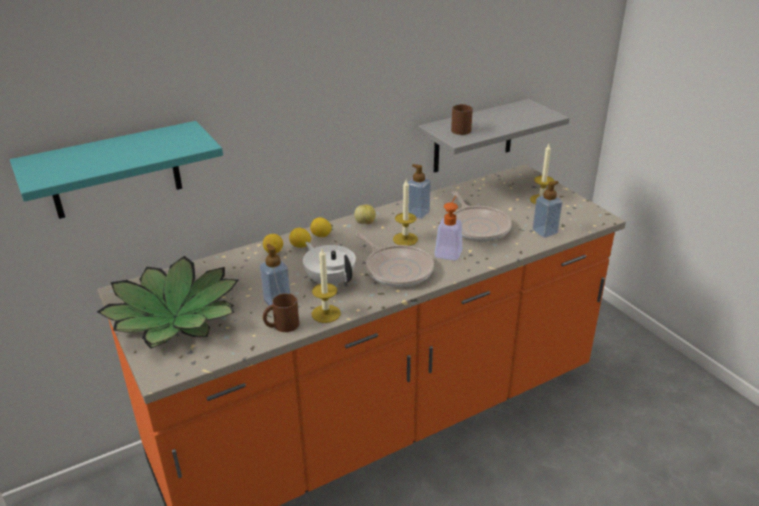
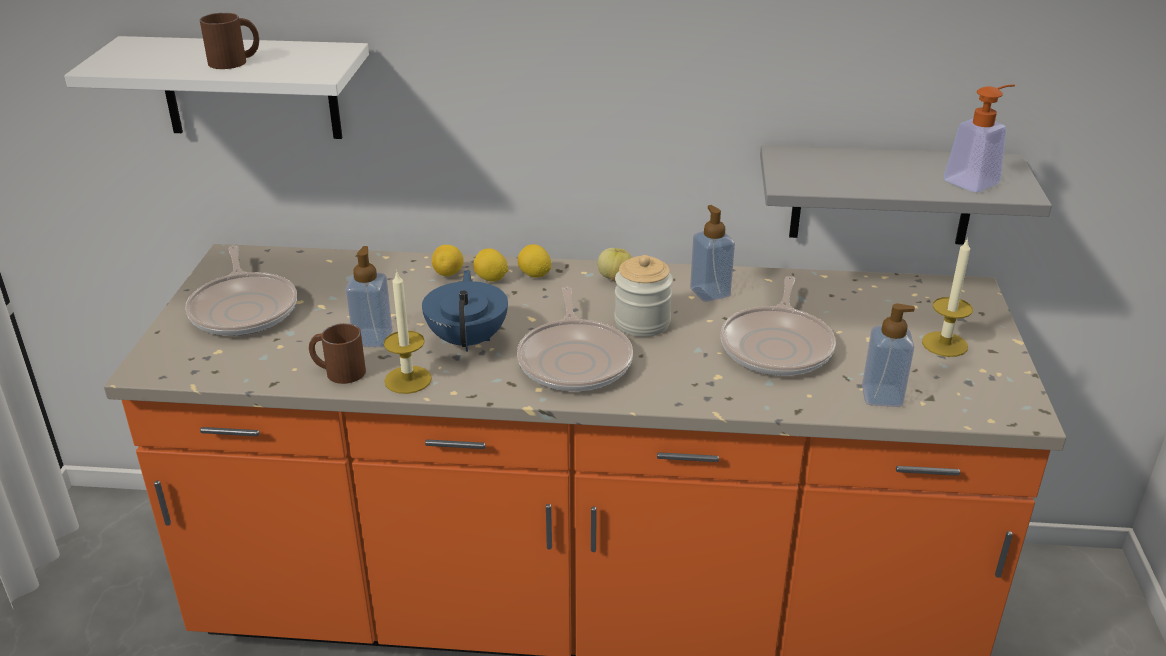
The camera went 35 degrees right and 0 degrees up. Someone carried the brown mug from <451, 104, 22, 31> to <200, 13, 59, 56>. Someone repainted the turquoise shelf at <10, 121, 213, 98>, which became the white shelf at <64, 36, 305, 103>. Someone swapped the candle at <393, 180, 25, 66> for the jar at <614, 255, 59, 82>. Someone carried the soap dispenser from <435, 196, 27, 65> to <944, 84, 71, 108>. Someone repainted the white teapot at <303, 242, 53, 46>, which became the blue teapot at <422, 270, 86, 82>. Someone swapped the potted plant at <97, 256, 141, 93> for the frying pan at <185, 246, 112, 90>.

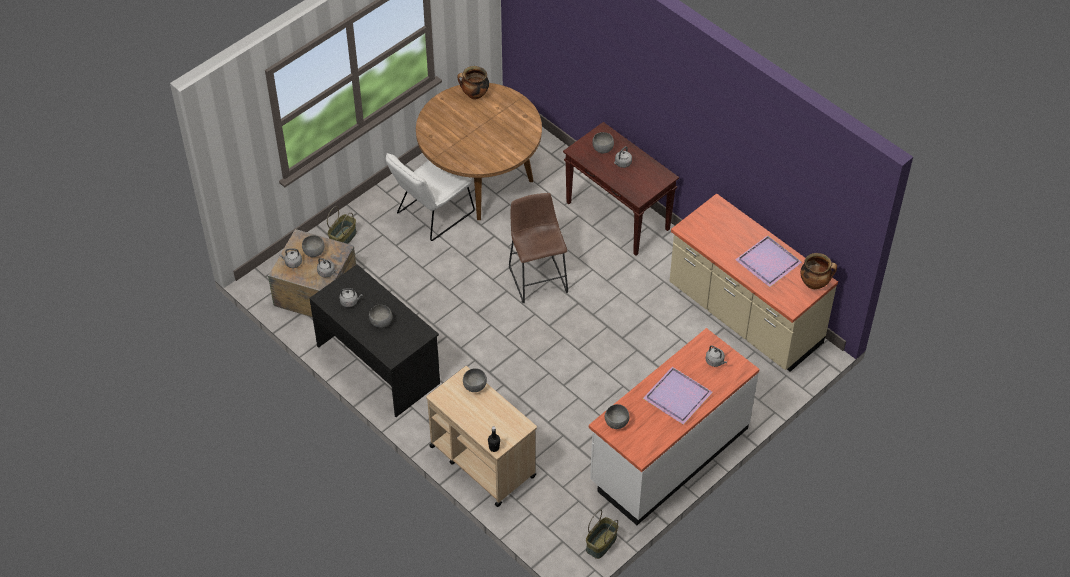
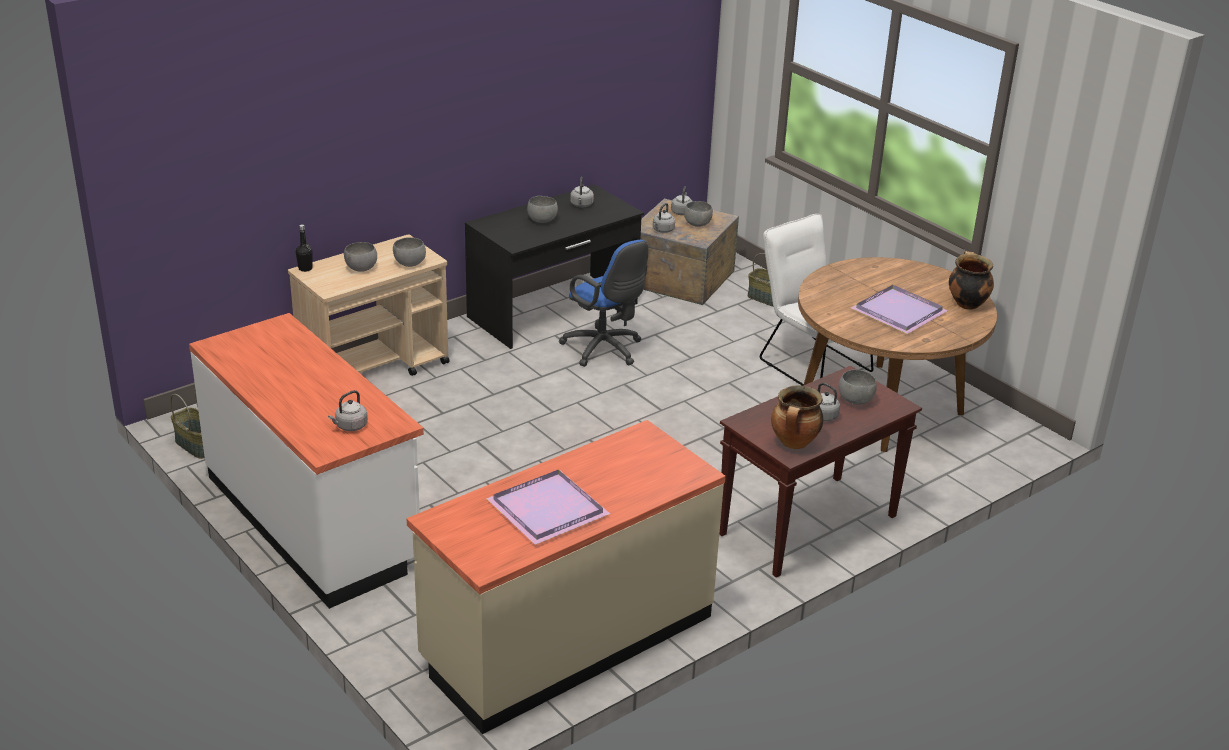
The camera went 95 degrees right and 20 degrees down. Someone took away the brown stool at <509, 193, 59, 110>. Someone carried the cooking pot from <800, 253, 37, 36> to <771, 385, 52, 64>. Someone carried the purple tray from <643, 367, 70, 58> to <851, 285, 97, 49>. Someone carried the grey bowl from <605, 404, 24, 25> to <344, 242, 33, 30>. Someone put down the blue office chair at <559, 240, 89, 127>.

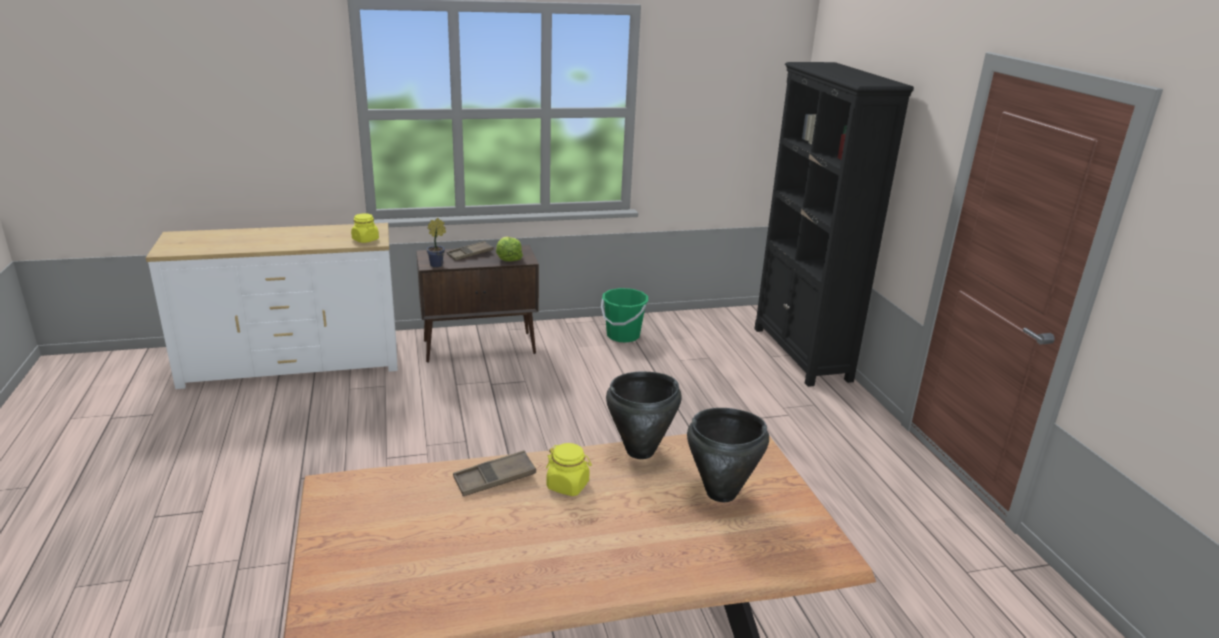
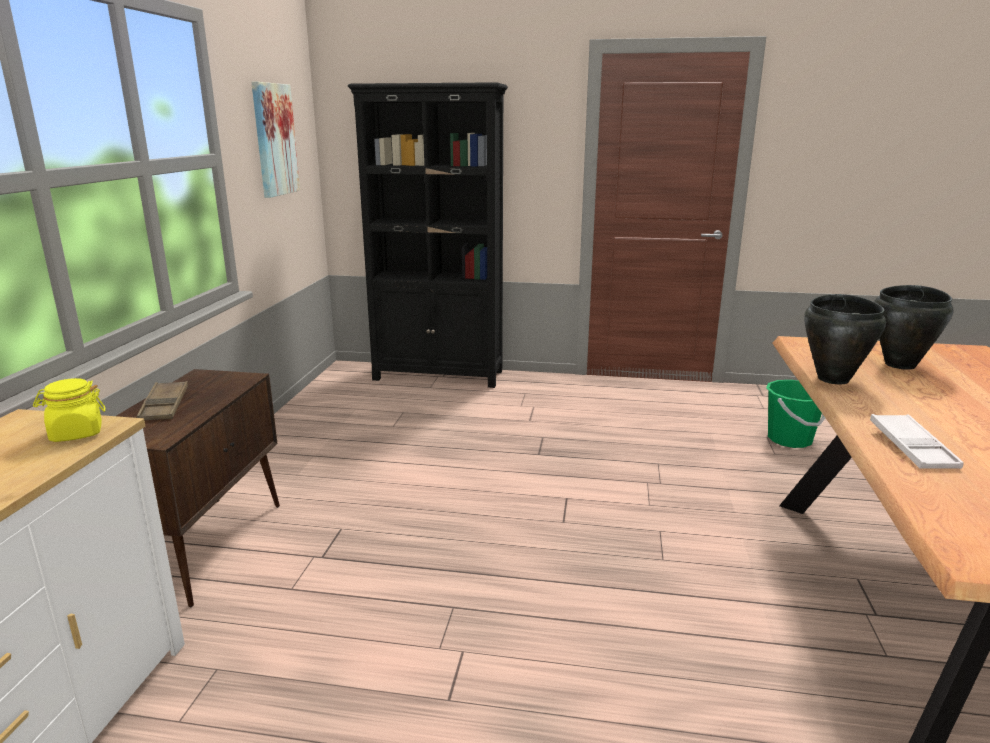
The camera went 65 degrees left and 5 degrees down. Someone took away the potted plant at <426, 218, 20, 50>. Someone took away the lettuce at <496, 236, 27, 25>. Someone carried the green bucket from <601, 288, 47, 55> to <766, 380, 60, 68>. Someone took away the yellow jar at <546, 443, 46, 53>. Someone repainted the brown tray at <453, 450, 83, 46>, which became the white tray at <870, 414, 94, 55>. Someone put up the picture at <251, 82, 49, 116>.

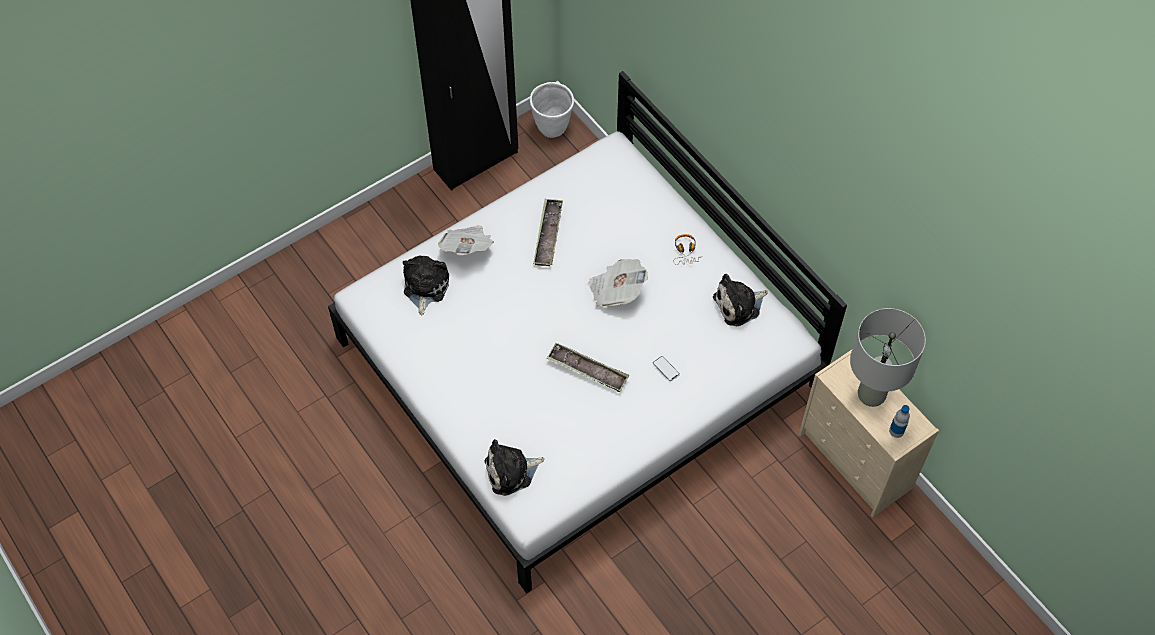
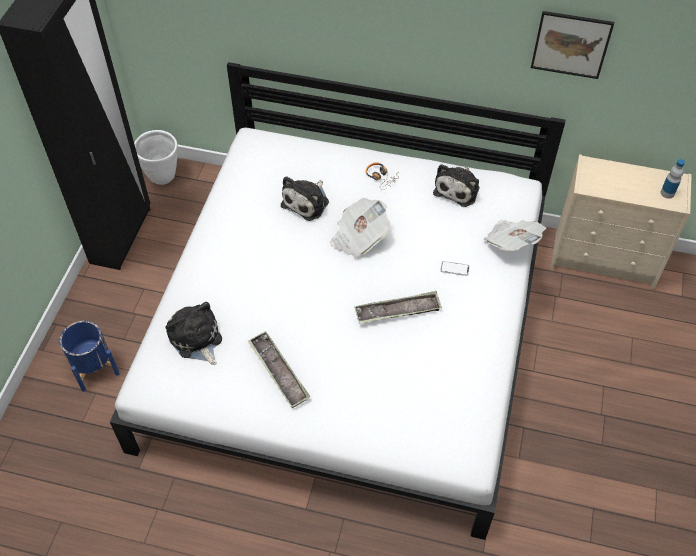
The camera went 40 degrees left and 5 degrees down. Someone carried the tray from <533, 199, 30, 67> to <248, 331, 62, 77>. Someone carried the newspaper from <438, 225, 56, 30> to <483, 220, 63, 31>. Someone took away the grey table lamp at <850, 308, 76, 99>. Someone carried the plush toy from <485, 439, 59, 57> to <281, 176, 48, 45>. Someone put up the picture at <531, 11, 83, 68>. Someone put down the blue planter at <58, 321, 62, 70>.

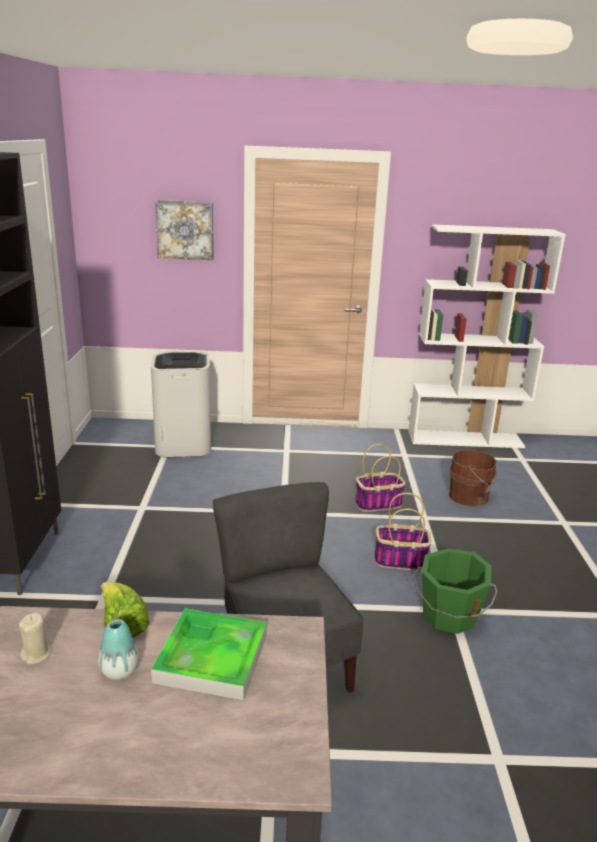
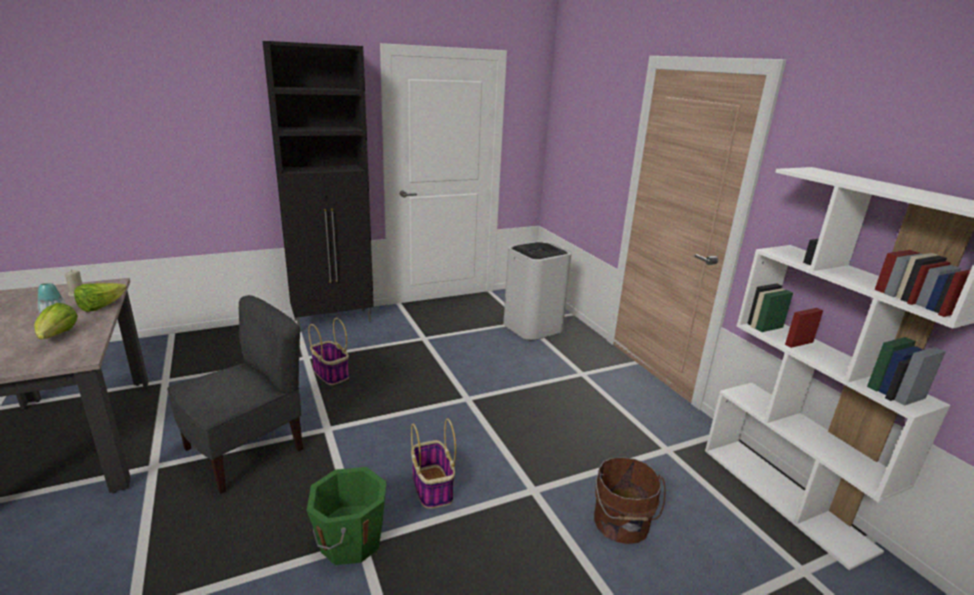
The camera went 65 degrees right and 0 degrees up. Someone took away the picture at <155, 200, 59, 60>. Someone carried the basket from <355, 444, 51, 68> to <308, 318, 41, 67>. Someone swapped the tray at <151, 608, 116, 93> for the lettuce at <34, 303, 44, 36>.

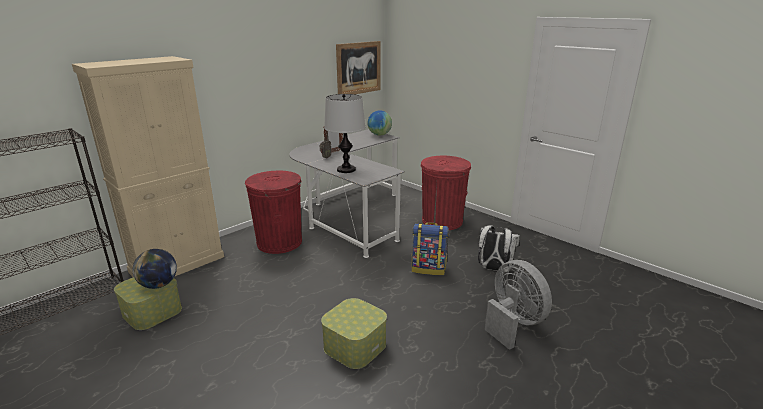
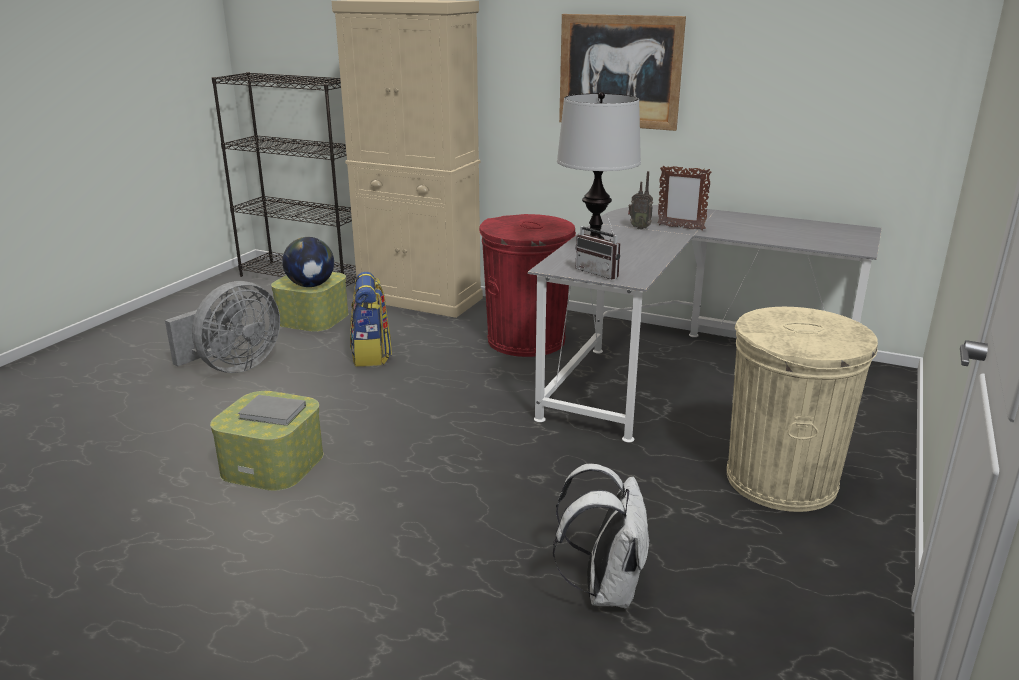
The camera went 70 degrees right and 0 degrees up. Someone carried the picture from <336, 41, 45, 53> to <559, 14, 127, 117>. Someone took away the globe at <367, 110, 25, 26>. Someone repainted the red trash can at <421, 156, 50, 74>, which became the beige trash can at <727, 307, 151, 205>. Someone carried the backpack from <412, 222, 37, 53> to <350, 272, 42, 95>. Someone carried the grey fan from <485, 260, 67, 90> to <165, 281, 115, 92>. Someone put down the radio at <576, 214, 45, 65>. Someone put down the grey book at <238, 395, 68, 31>.

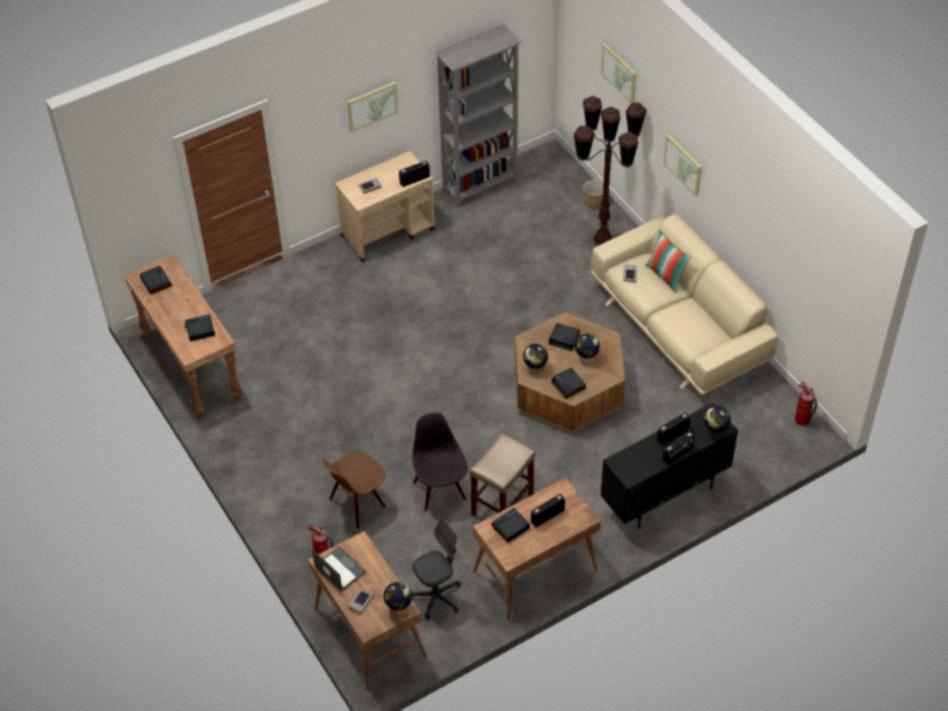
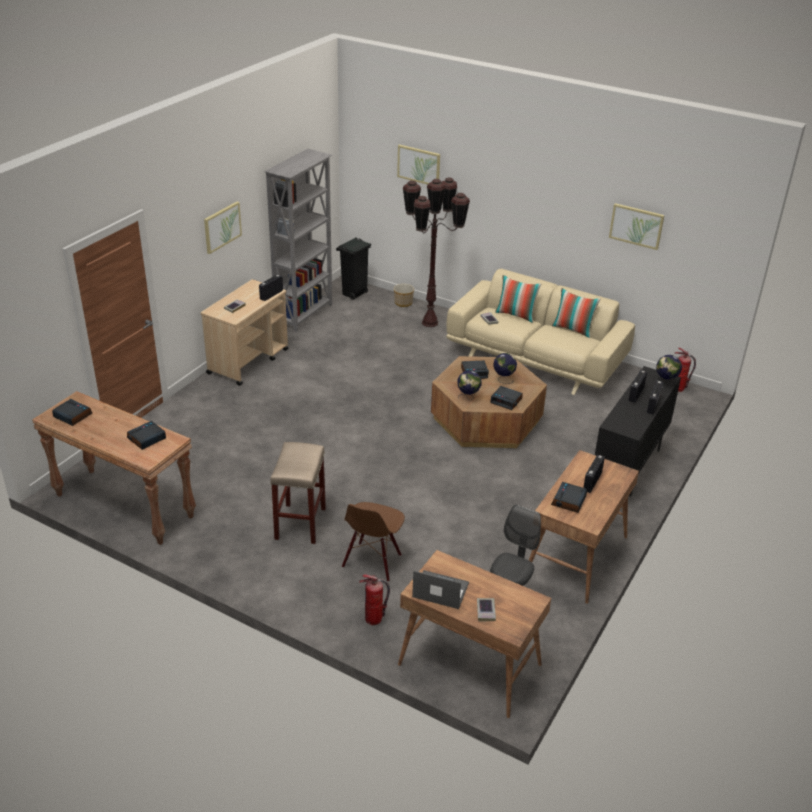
The camera went 30 degrees left and 15 degrees down. Someone carried the picture from <664, 134, 38, 62> to <609, 203, 56, 47>. Someone took away the black chair at <412, 413, 56, 98>. Someone carried the beige stool from <470, 433, 65, 84> to <270, 442, 56, 102>. Someone took away the globe at <383, 581, 29, 36>. Someone put down the black trash can at <336, 238, 35, 62>. Someone put down the pillow at <552, 288, 48, 50>.

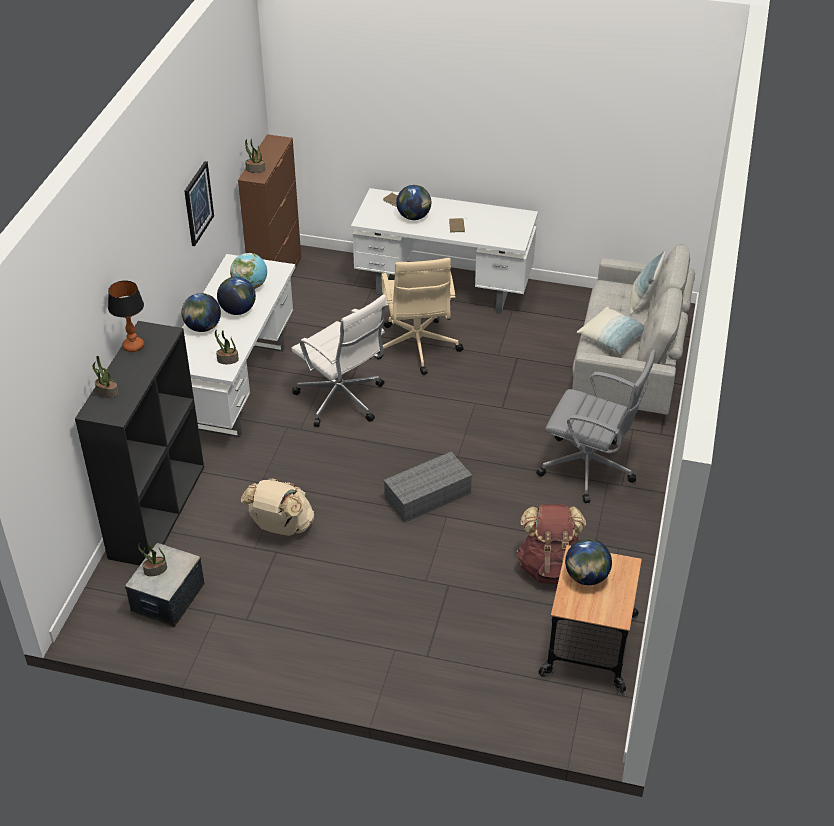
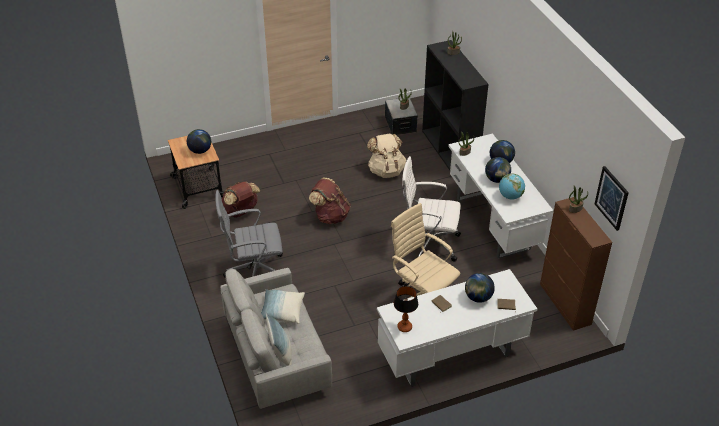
The camera went 145 degrees right and 0 degrees up. Someone carried the picture from <184, 161, 30, 85> to <595, 166, 34, 65>. Someone carried the table lamp from <108, 280, 36, 72> to <394, 286, 24, 46>. Someone swapped the grey storage box at <383, 452, 89, 71> for the brown backpack at <309, 178, 42, 46>.

